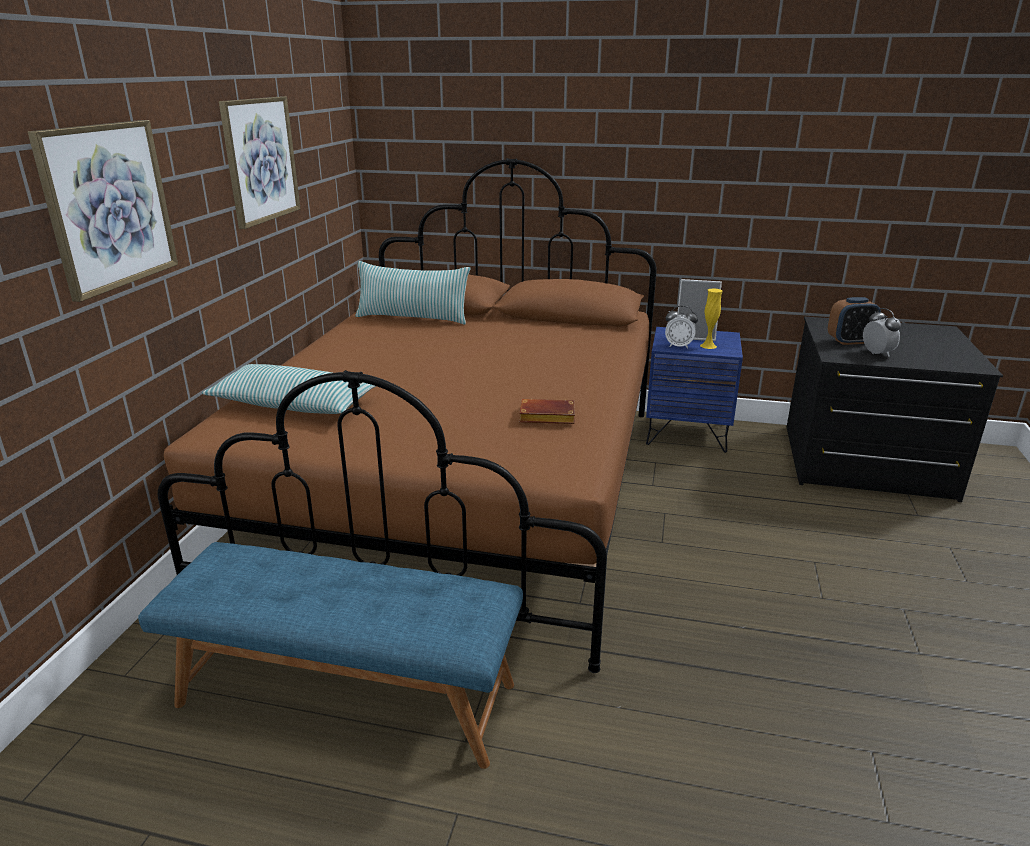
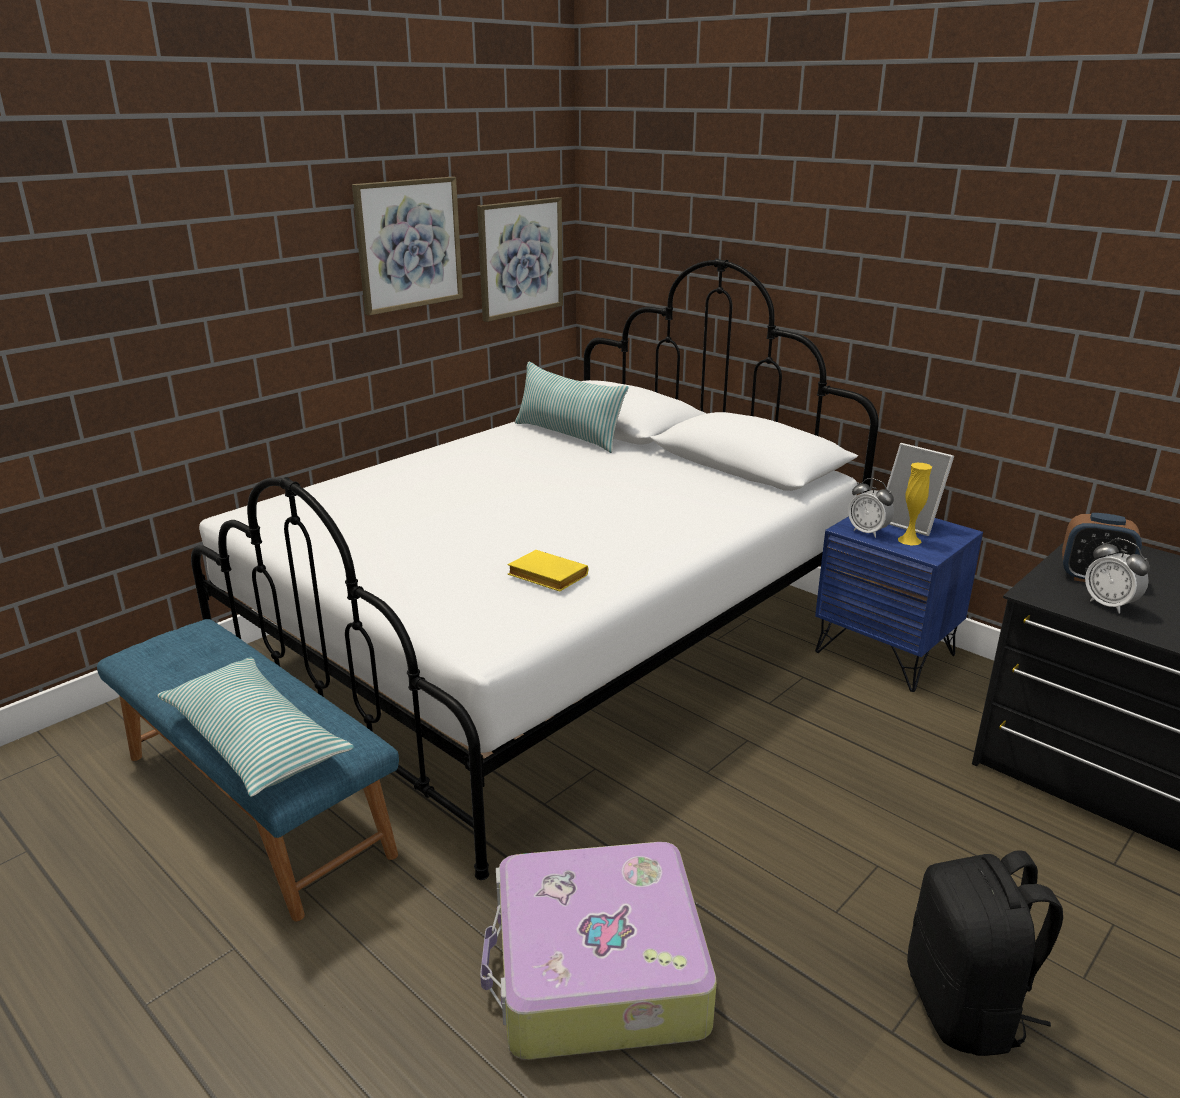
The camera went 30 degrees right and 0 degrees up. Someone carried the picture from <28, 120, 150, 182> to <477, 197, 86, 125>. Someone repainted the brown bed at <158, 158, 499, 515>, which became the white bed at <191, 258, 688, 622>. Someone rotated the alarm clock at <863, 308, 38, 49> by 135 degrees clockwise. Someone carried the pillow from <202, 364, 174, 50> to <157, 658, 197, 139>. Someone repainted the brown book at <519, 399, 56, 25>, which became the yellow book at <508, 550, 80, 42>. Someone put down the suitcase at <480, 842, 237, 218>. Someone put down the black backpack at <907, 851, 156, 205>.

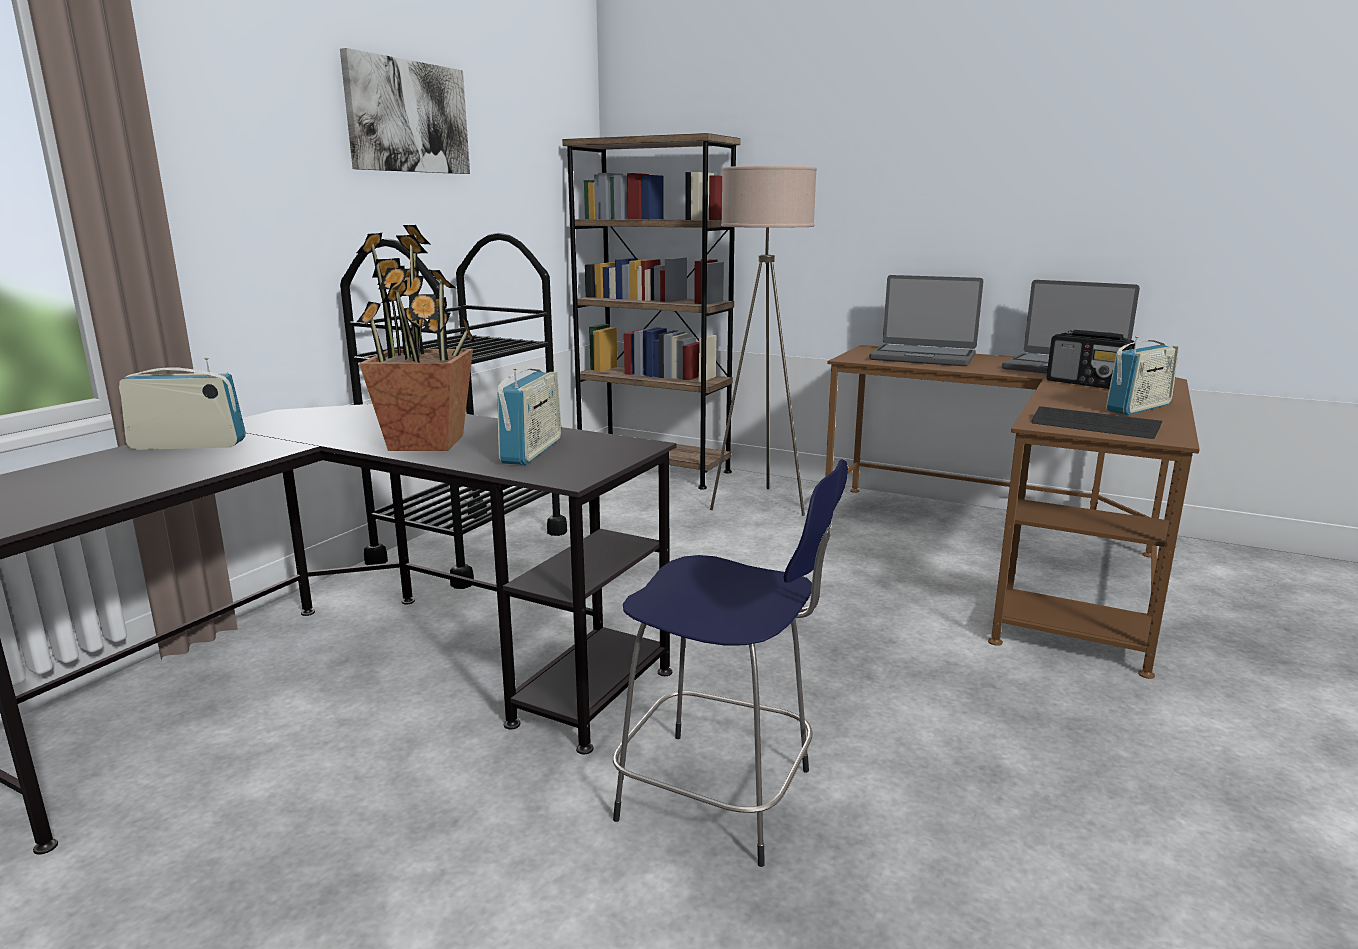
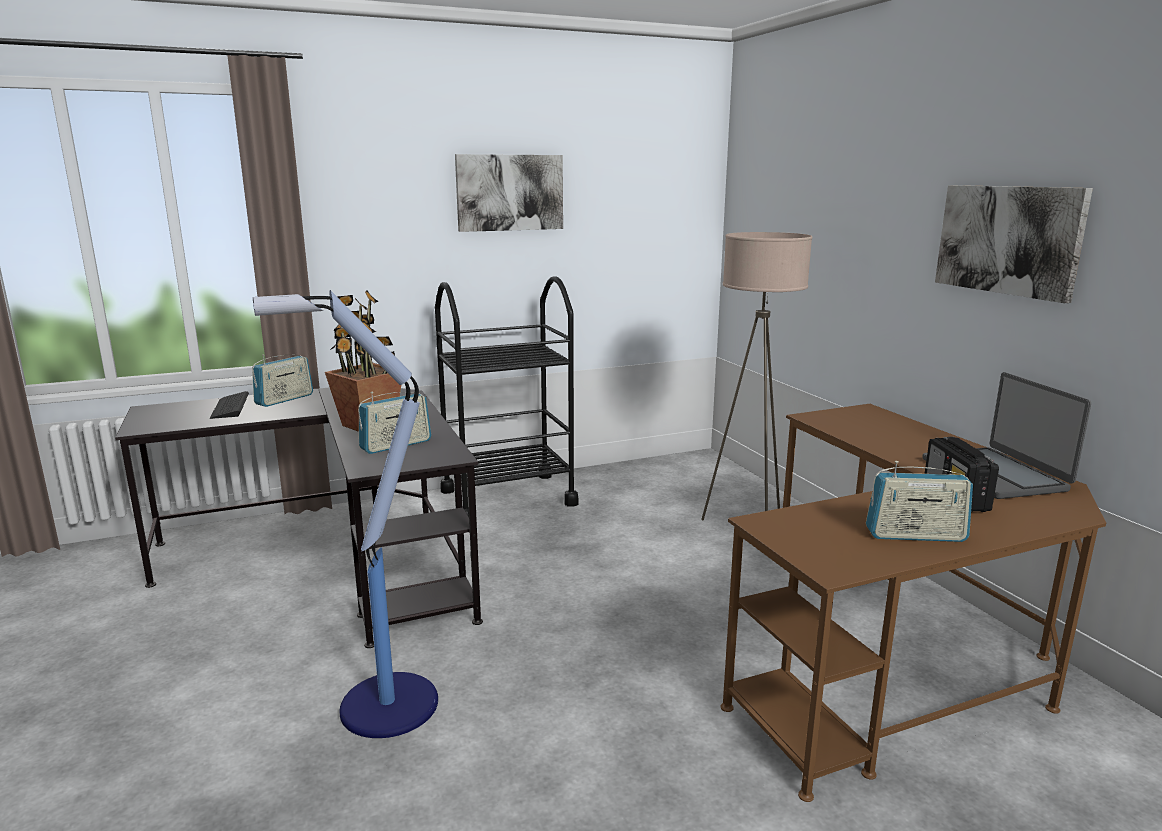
The camera went 40 degrees right and 0 degrees up. Someone took away the brown bookcase at <562, 133, 178, 357>. Someone took away the laptop at <869, 275, 114, 91>. Someone rotated the radio at <119, 357, 127, 93> by 90 degrees clockwise. Someone carried the keyboard from <1031, 406, 131, 33> to <210, 391, 39, 28>. Someone swapped the blue stool at <613, 459, 235, 408> for the floor lamp at <253, 290, 185, 448>. Someone put up the picture at <935, 185, 158, 118>.

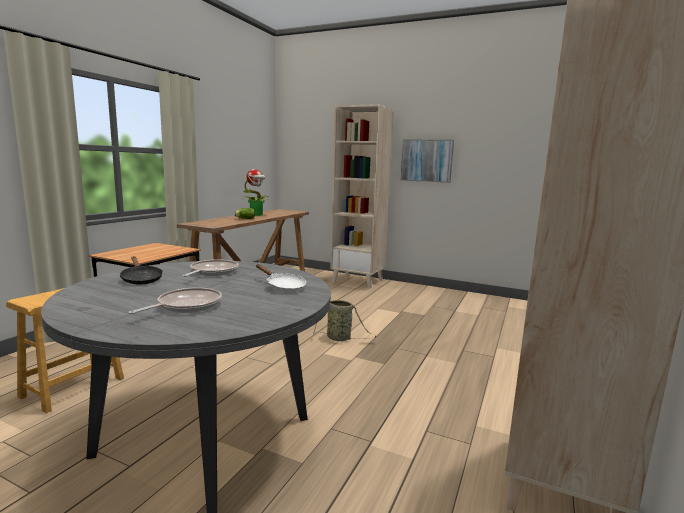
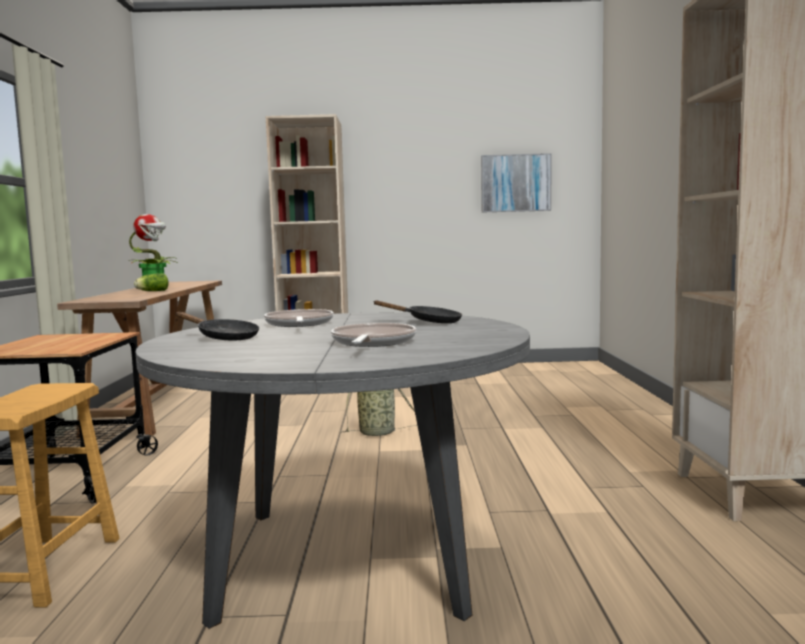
The camera went 25 degrees left and 5 degrees down. Someone carried the picture from <401, 139, 53, 44> to <481, 153, 70, 60>. Someone repainted the white frying pan at <256, 264, 50, 28>, which became the black frying pan at <373, 300, 89, 23>.

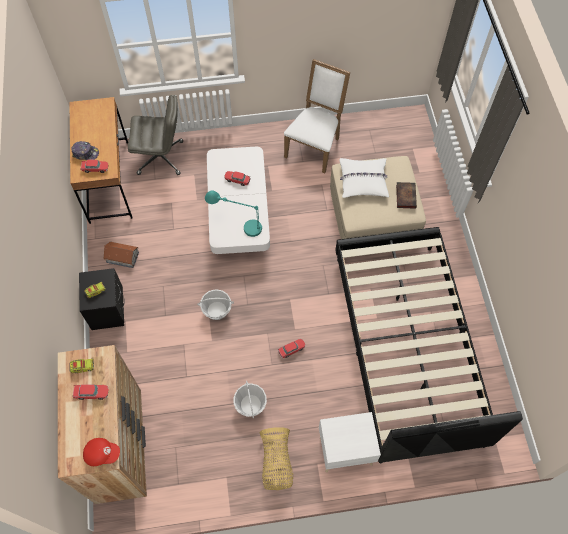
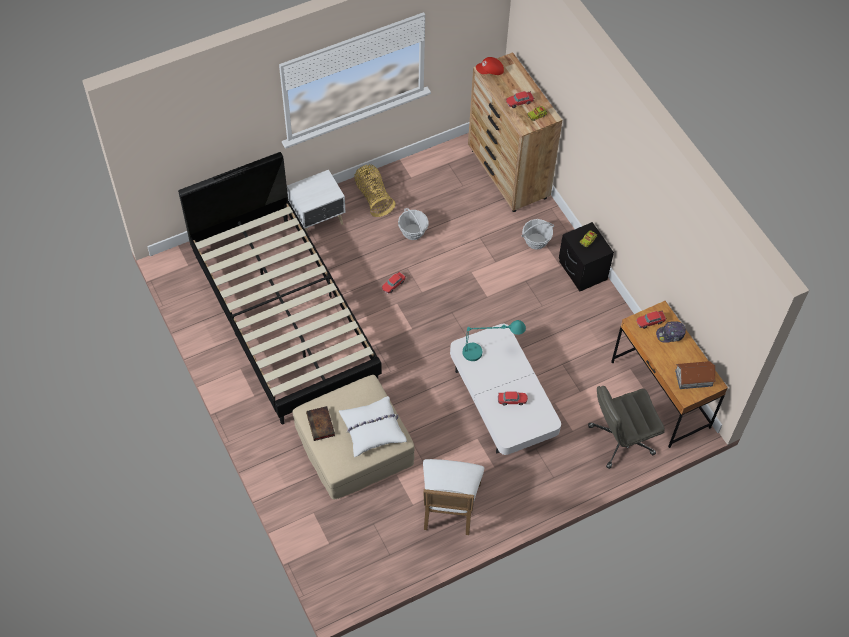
The camera went 160 degrees right and 5 degrees down. Someone carried the toy house from <103, 242, 36, 26> to <675, 361, 41, 28>. Someone carried the basket from <197, 289, 37, 31> to <522, 219, 32, 31>.

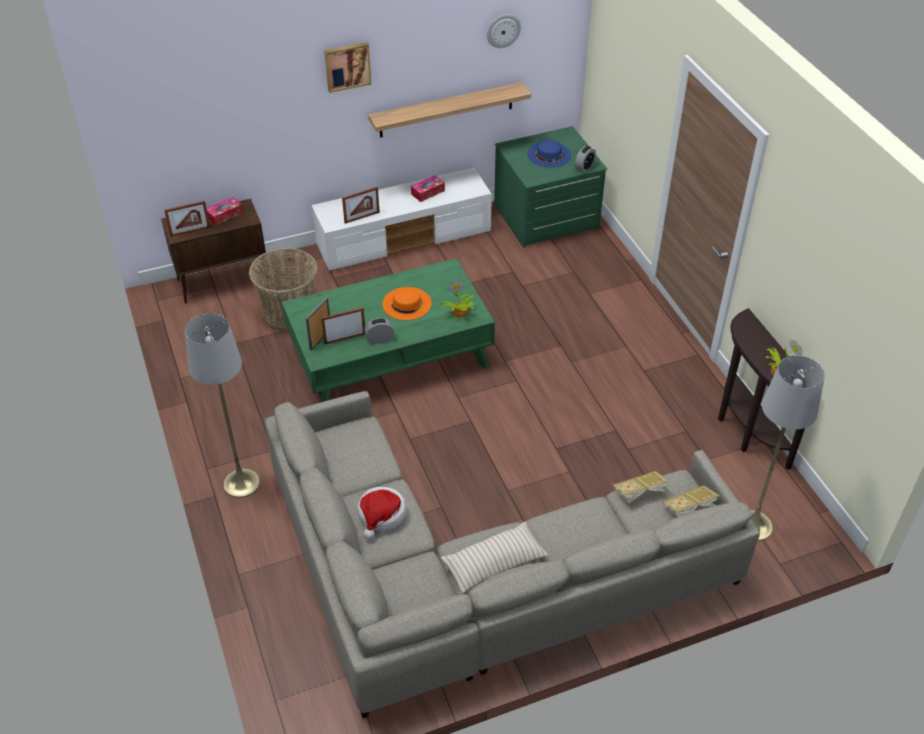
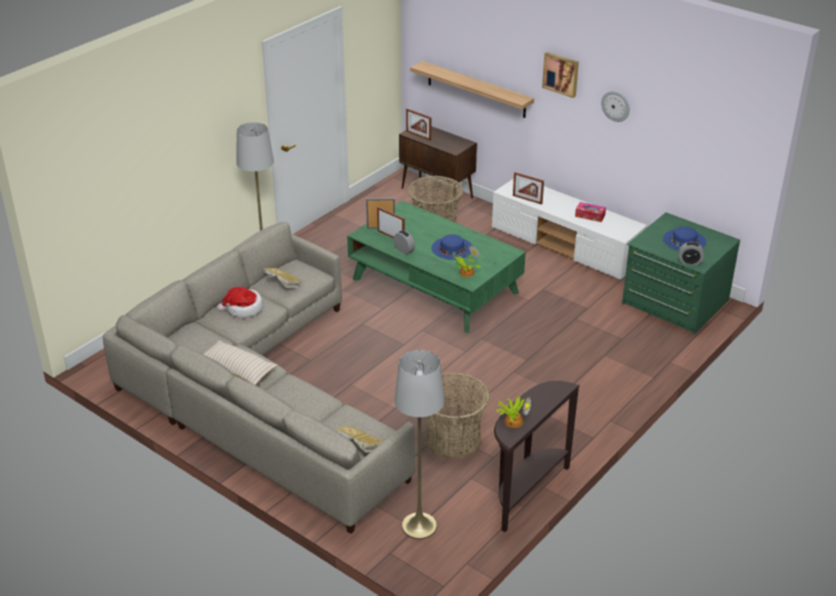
The camera went 60 degrees right and 10 degrees down. Someone carried the wall clock from <487, 14, 34, 34> to <601, 91, 29, 31>. Someone carried the shelf from <368, 82, 163, 56> to <410, 61, 124, 57>. Someone took away the tissue box at <206, 197, 37, 29>. Someone repainted the orange hat at <382, 287, 50, 33>, which became the blue hat at <432, 234, 41, 26>. Someone carried the book from <613, 471, 56, 32> to <263, 268, 40, 20>. Someone put down the basket at <425, 372, 65, 87>.

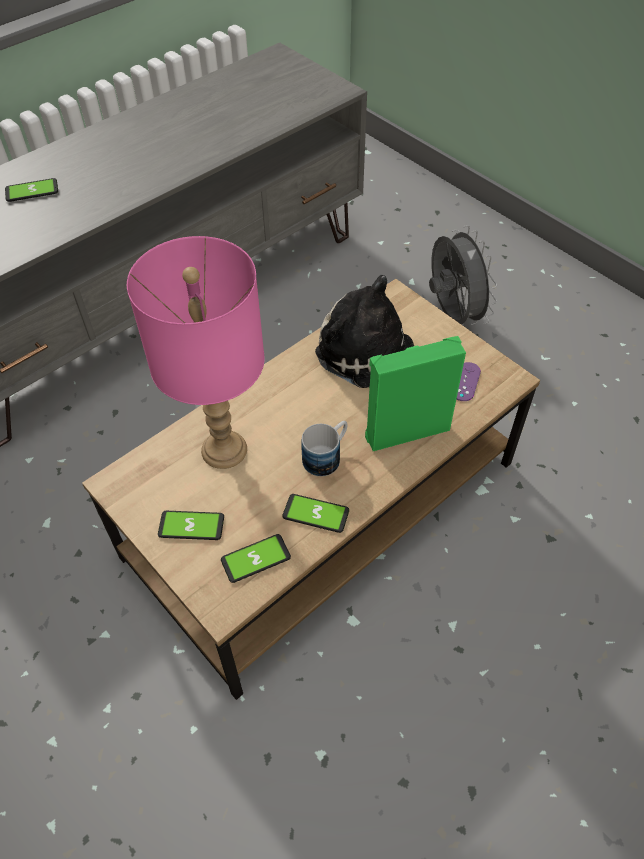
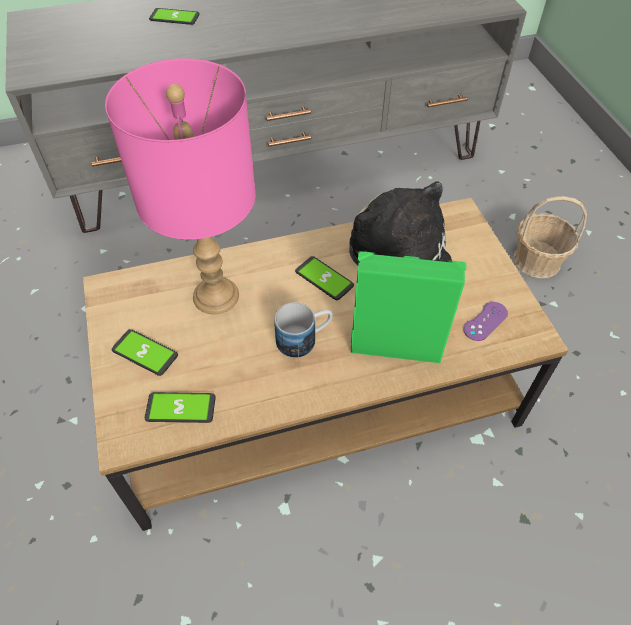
The camera went 25 degrees right and 0 degrees up. Someone swapped the grey fan at <429, 225, 68, 100> for the basket at <513, 196, 74, 82>. Someone carried the phone from <282, 494, 67, 39> to <295, 256, 59, 44>.

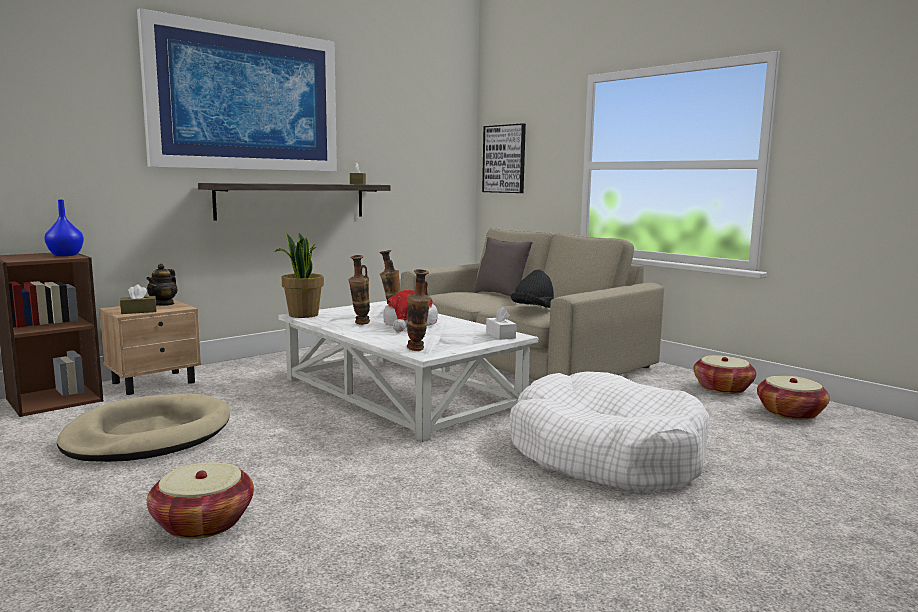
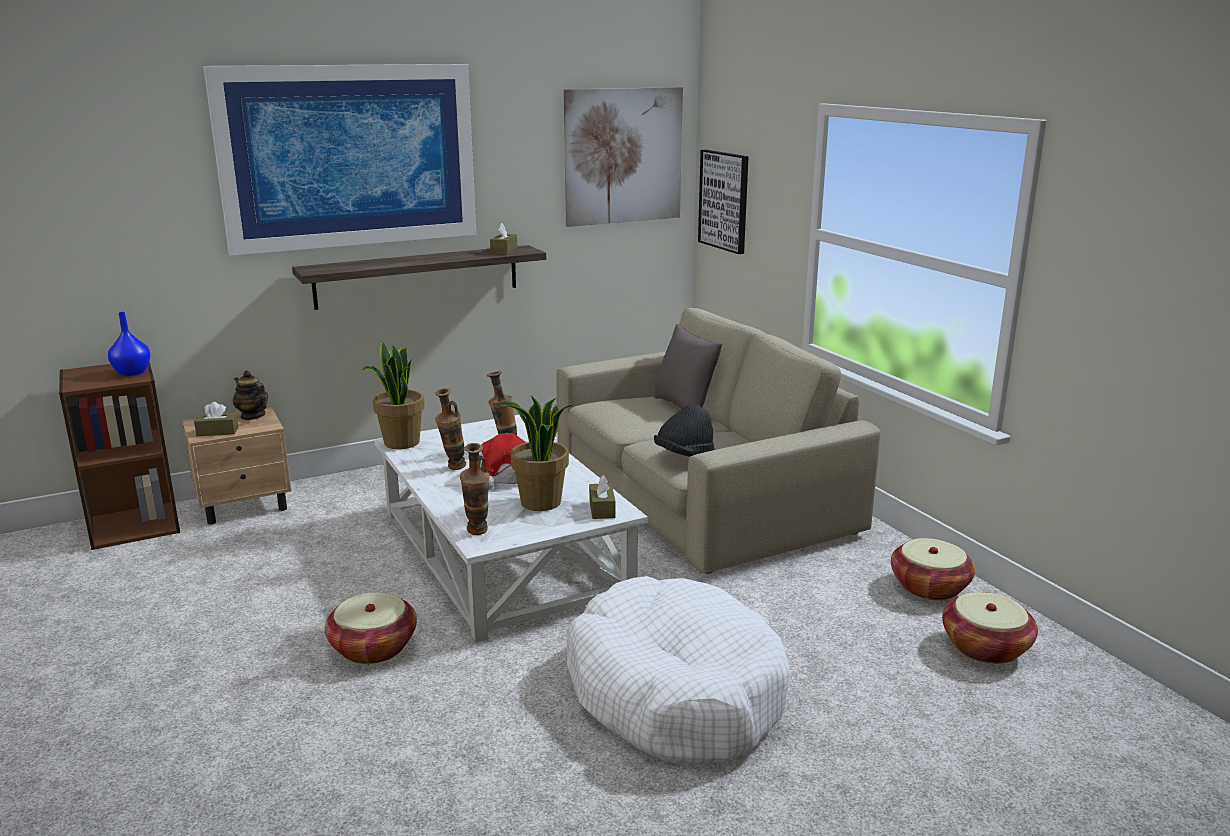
The camera went 15 degrees right and 10 degrees up. Someone rotated the teapot at <146, 264, 31, 42> by 105 degrees clockwise. Someone repainted the white tissue box at <486, 307, 30, 33>, which became the brown tissue box at <589, 475, 27, 44>. Someone took away the beige dog bed at <57, 393, 173, 69>. Someone carried the basket from <147, 462, 107, 77> to <325, 593, 92, 71>. Someone put up the picture at <564, 87, 119, 140>. Someone put down the potted plant at <500, 395, 74, 116>.

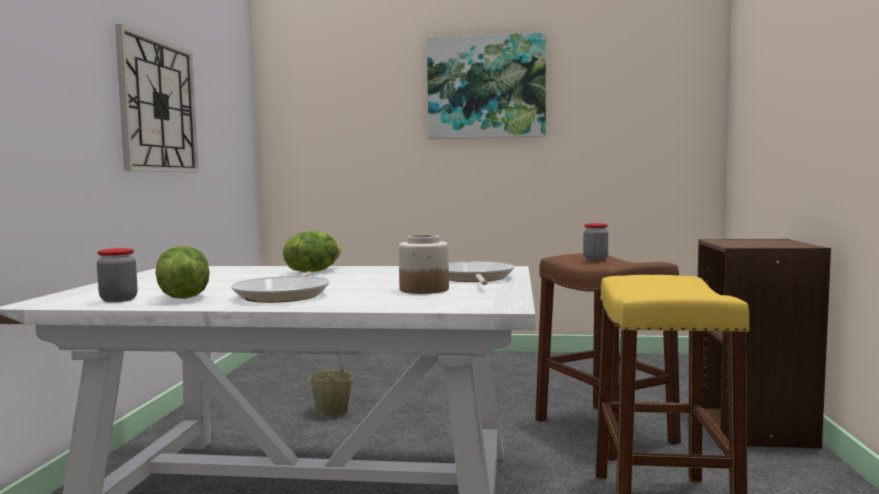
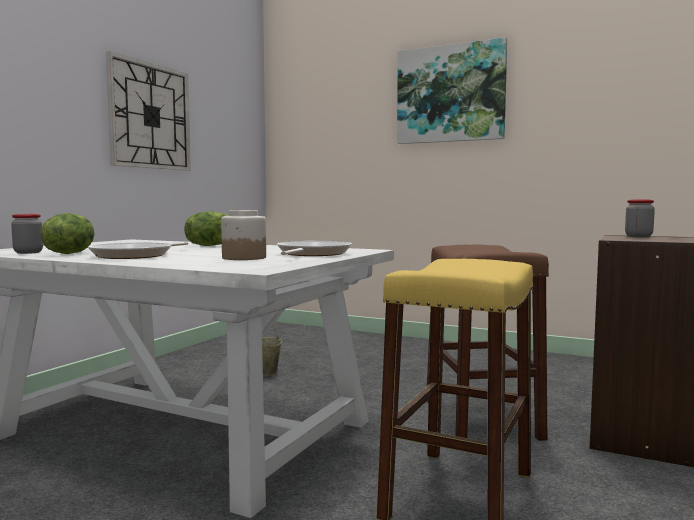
The camera went 20 degrees right and 0 degrees up. Someone carried the jar from <583, 223, 25, 37> to <625, 200, 30, 37>.

